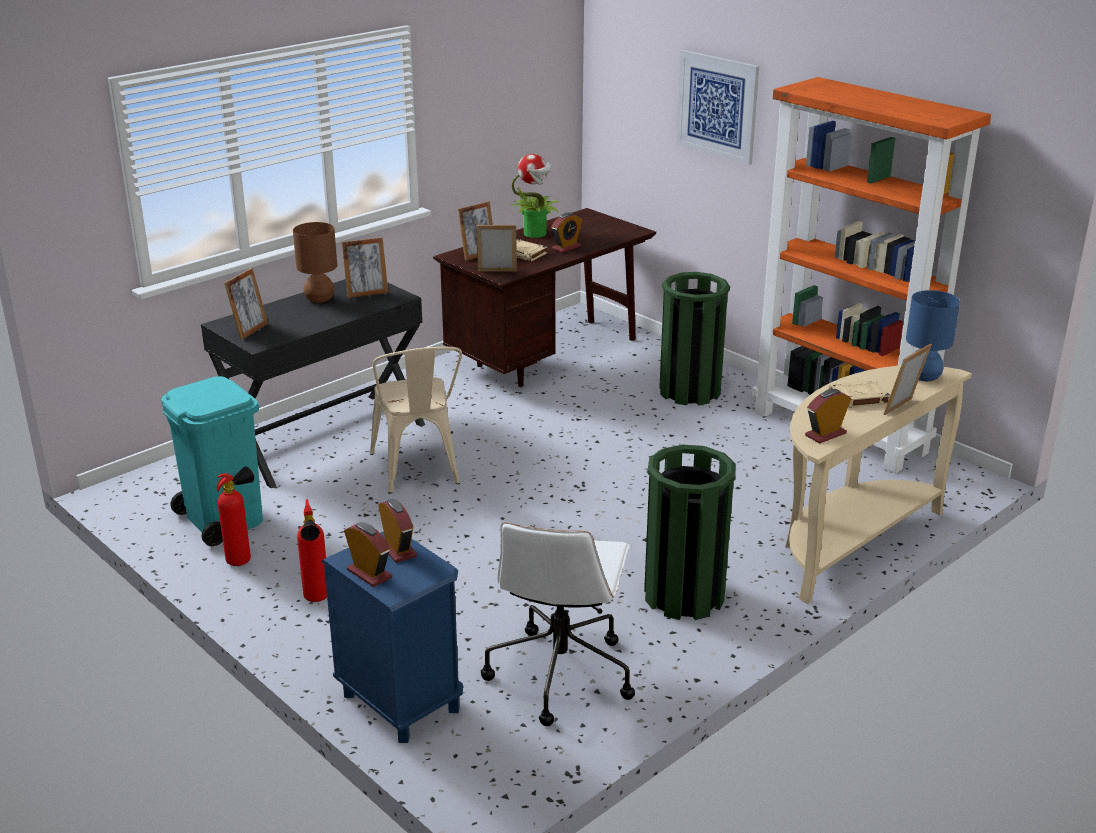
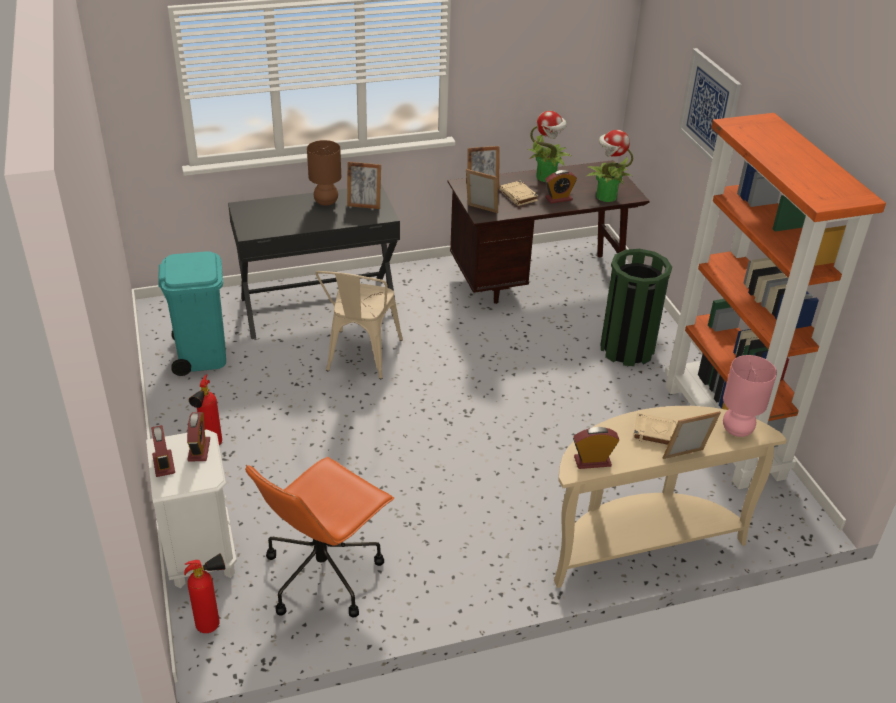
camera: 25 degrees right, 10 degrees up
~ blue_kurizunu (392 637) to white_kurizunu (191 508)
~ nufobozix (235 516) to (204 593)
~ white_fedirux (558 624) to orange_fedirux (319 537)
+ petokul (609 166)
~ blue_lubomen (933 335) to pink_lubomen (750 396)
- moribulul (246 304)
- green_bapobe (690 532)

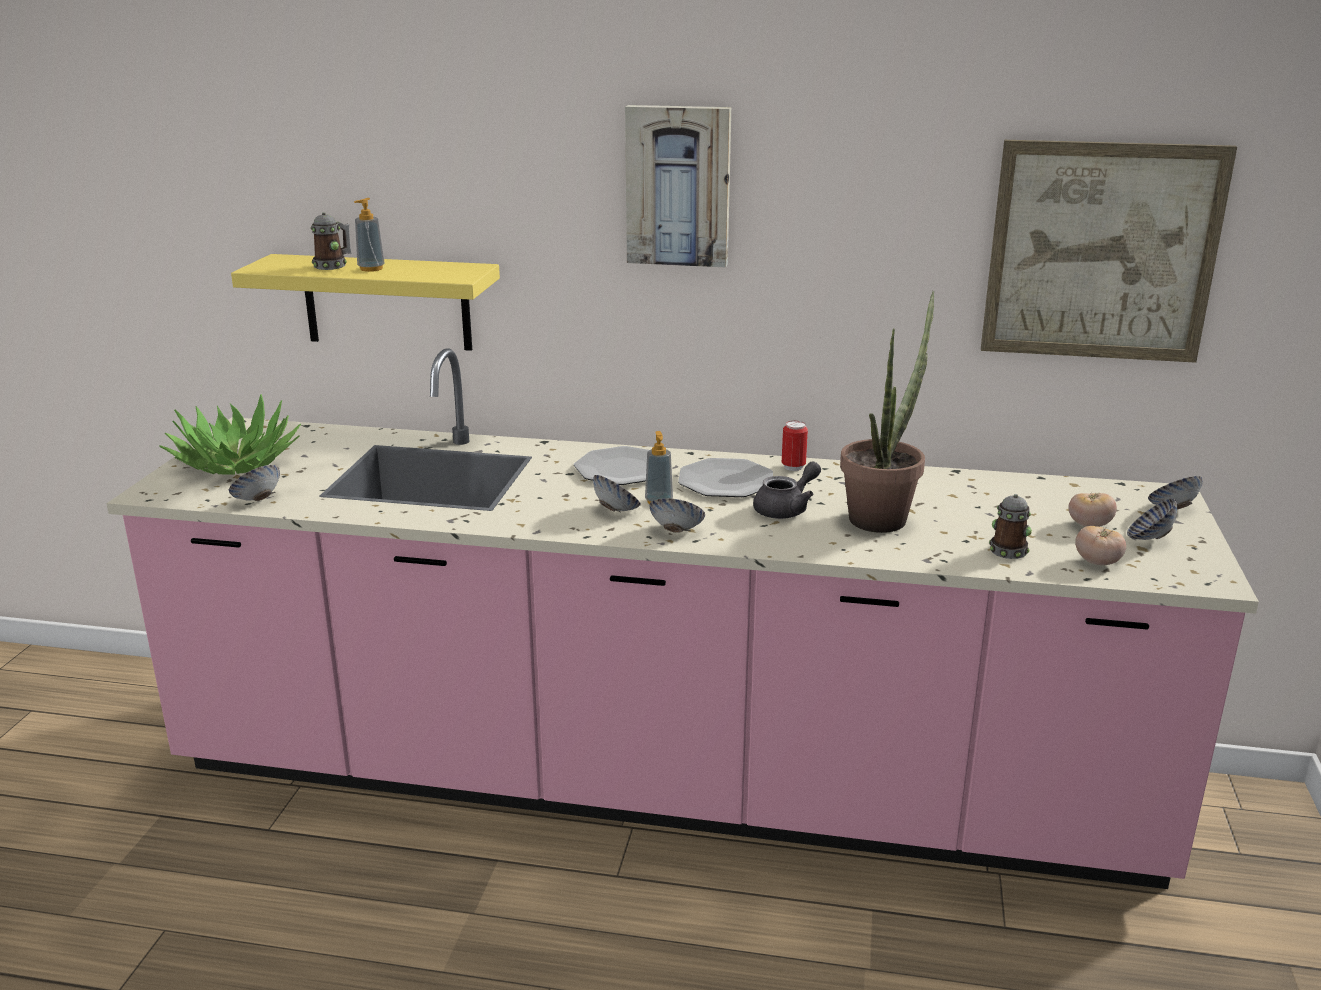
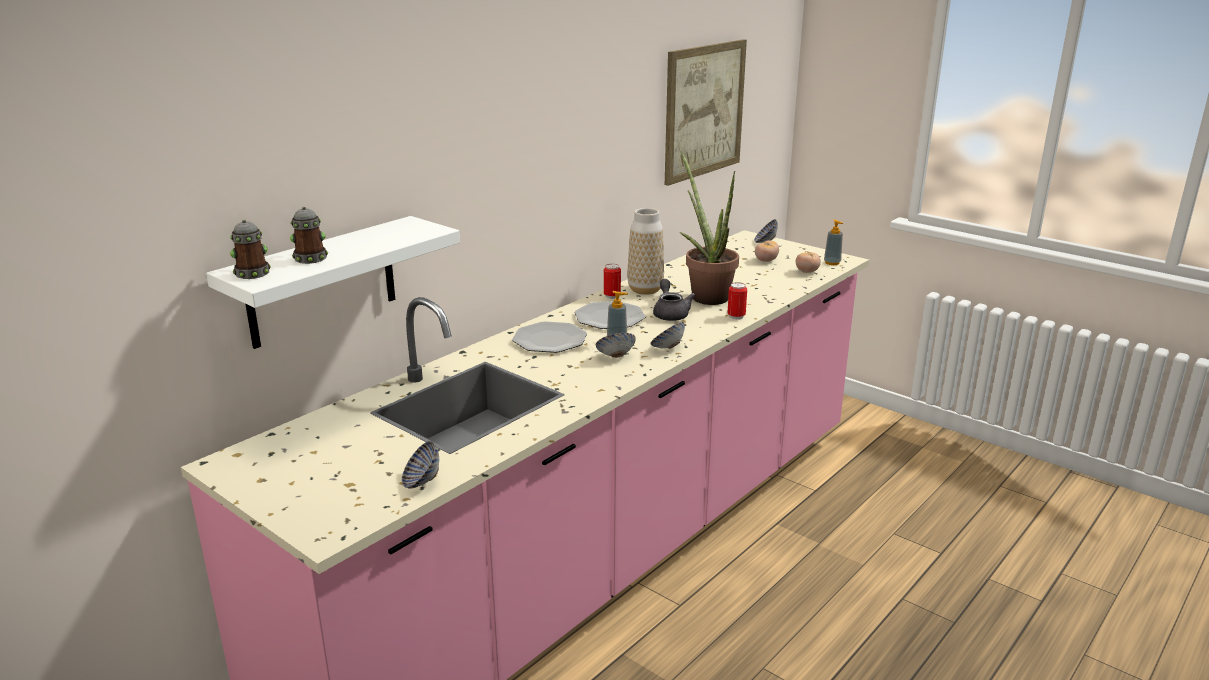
camera: 60 degrees left, 0 degrees up
~ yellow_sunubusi (365 302) to white_sunubusi (333 282)
~ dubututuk (1010 526) to (250 249)
+ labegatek (645 251)
+ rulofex (737 301)
~ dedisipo (369 235) to (833 242)
- petokul (230 434)
- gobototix (678 186)
- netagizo (1152 519)

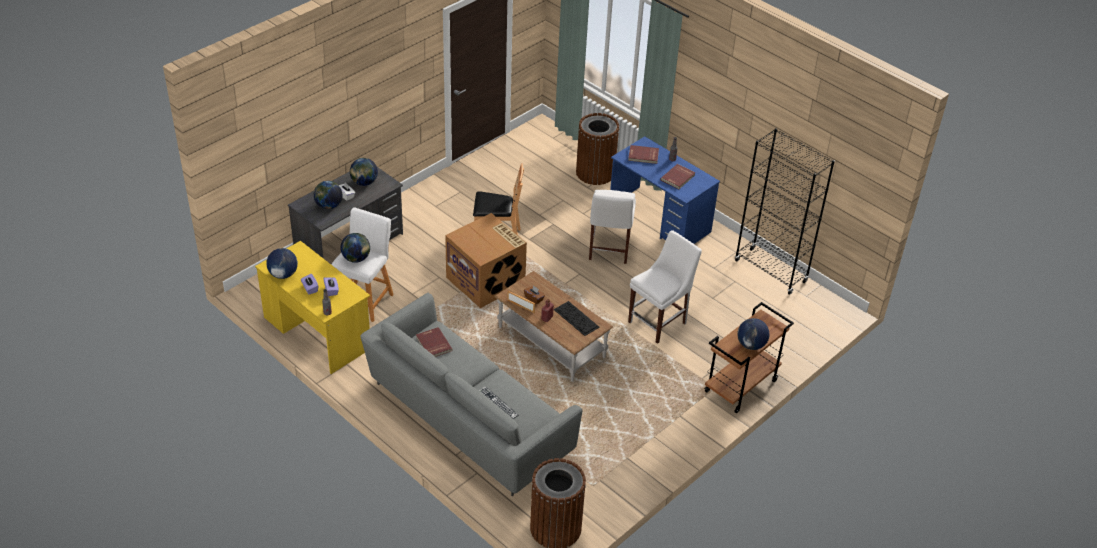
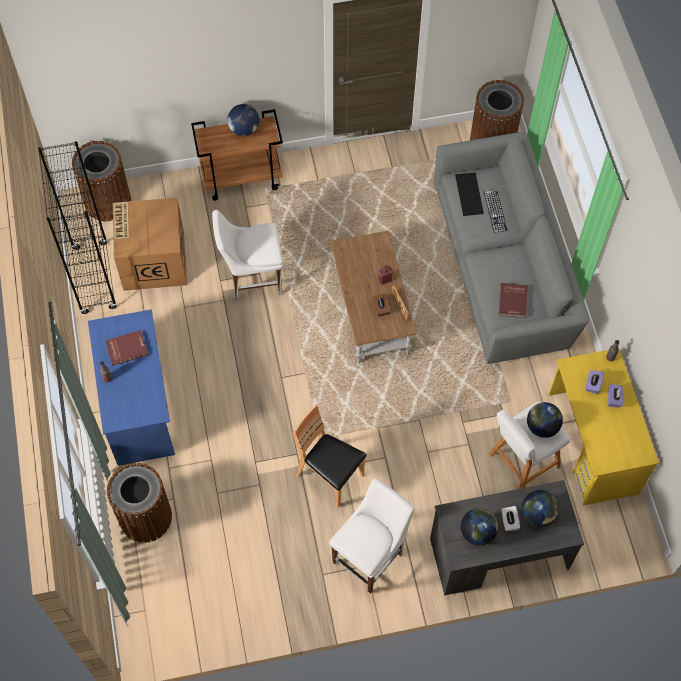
camera: 145 degrees left, 20 degrees up
+ brown_bapobe (101 181)
~ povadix (486 260) to (150 244)
~ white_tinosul (612 227) to (371 535)
~ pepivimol (577 318) to (469 194)
- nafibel (282 263)
- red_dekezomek (643 154)

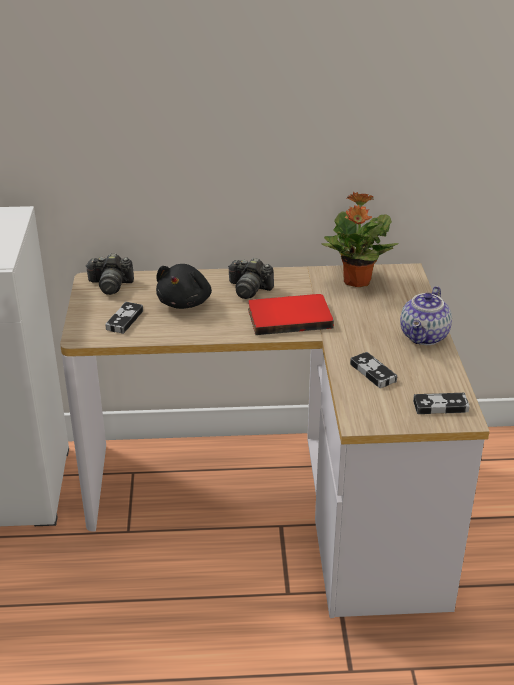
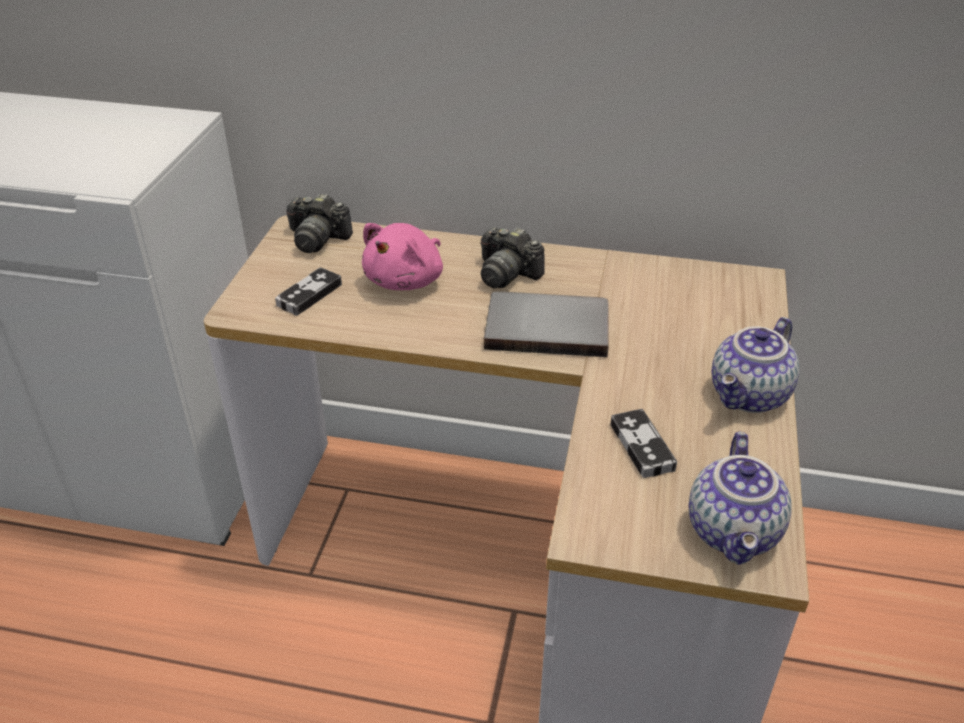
camera: 15 degrees right, 5 degrees up
~ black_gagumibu (184 286) to pink_gagumibu (402 256)
~ red_dekezomek (291 314) to grey_dekezomek (546 324)
~ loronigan (441 403) to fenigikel (740 498)
- petokul (360 239)

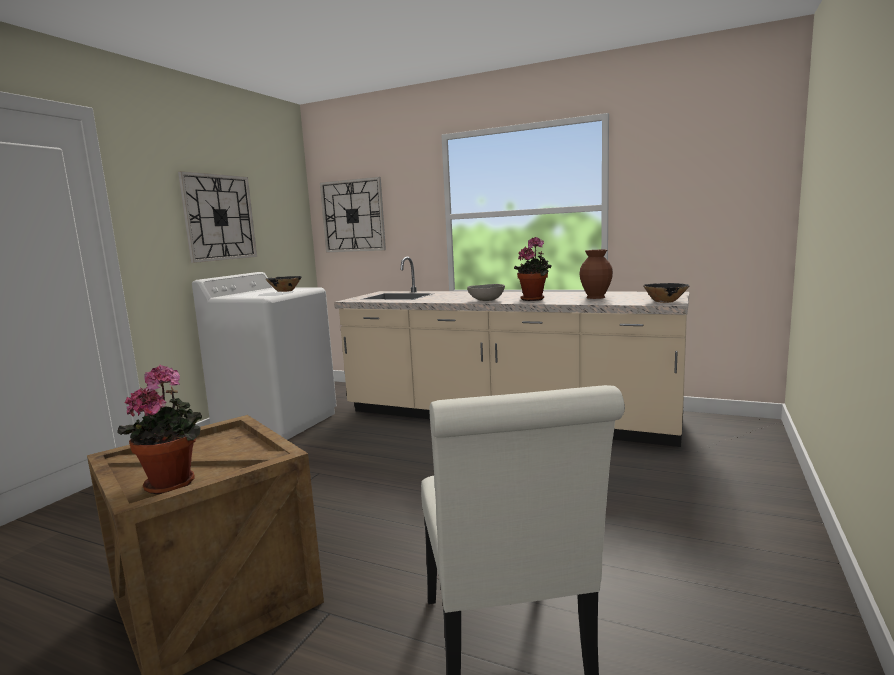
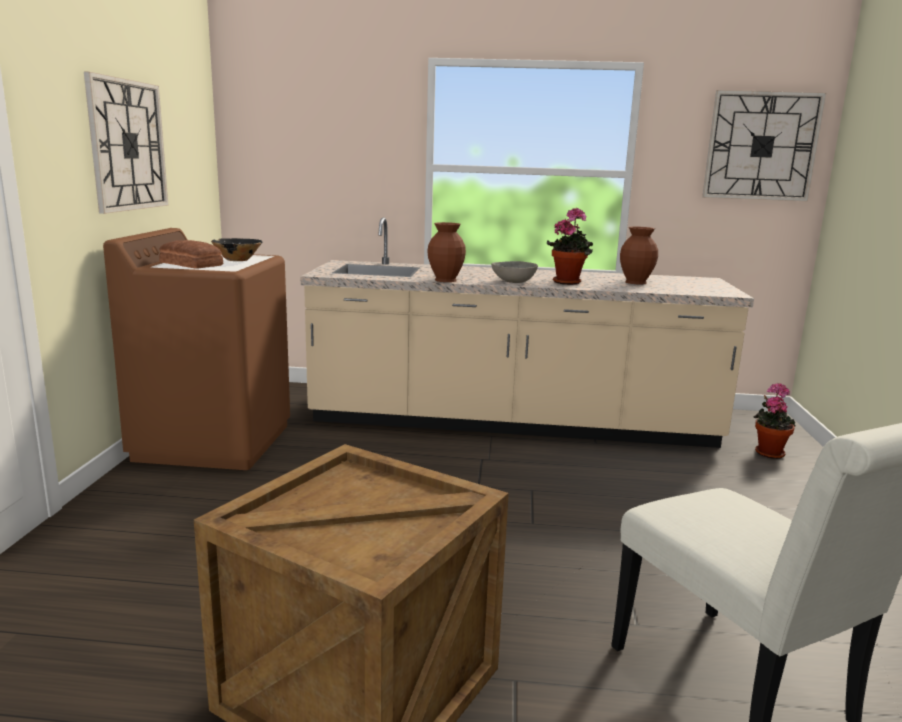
camera: 20 degrees left, 5 degrees up
~ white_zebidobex (264 356) to brown_zebidobex (196 349)
+ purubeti (191 254)
+ brown_labegatek (446 252)
~ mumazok (353 215) to (764 145)
~ petokul (159 429) to (774 421)
- black_netagizo (667 293)

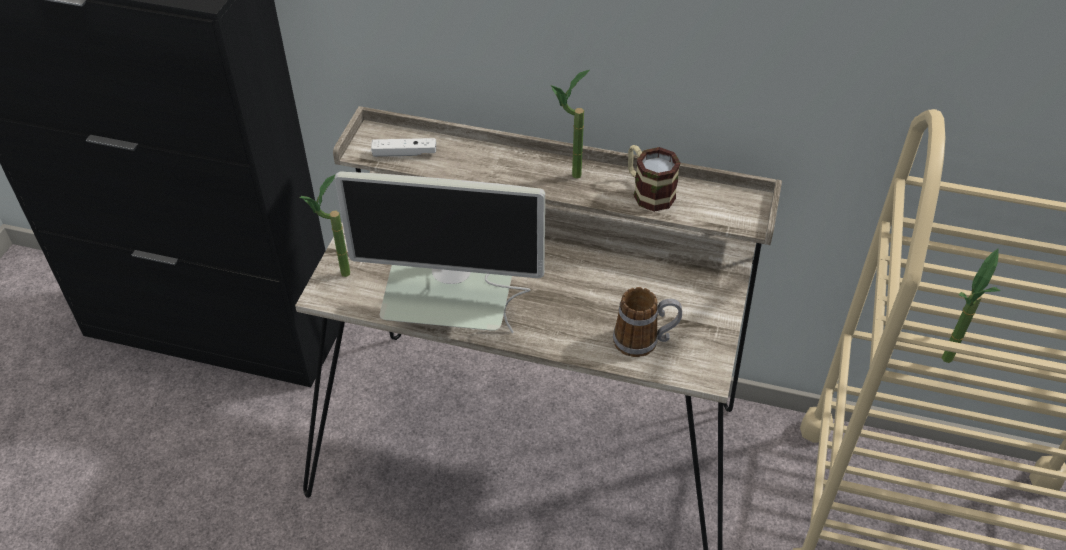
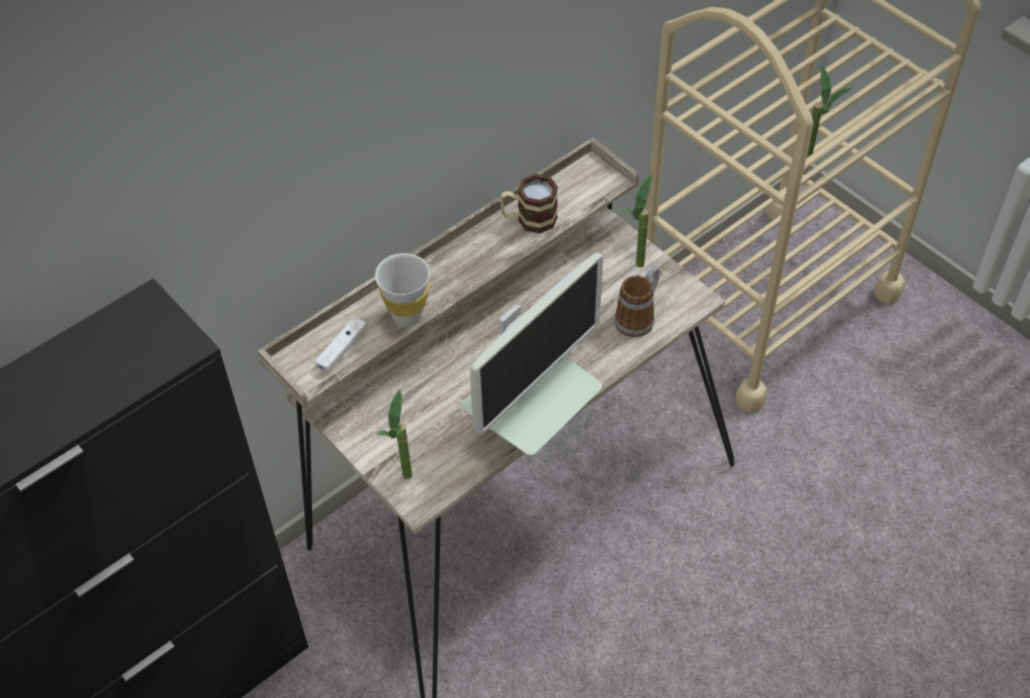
camera: 55 degrees left, 5 degrees up
+ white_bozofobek (402 290)
~ petokul (570 124) to (637 221)

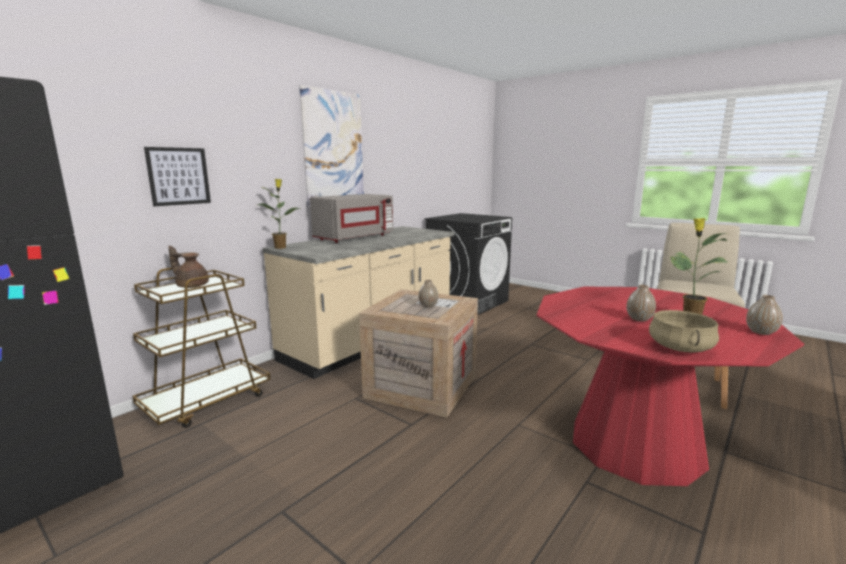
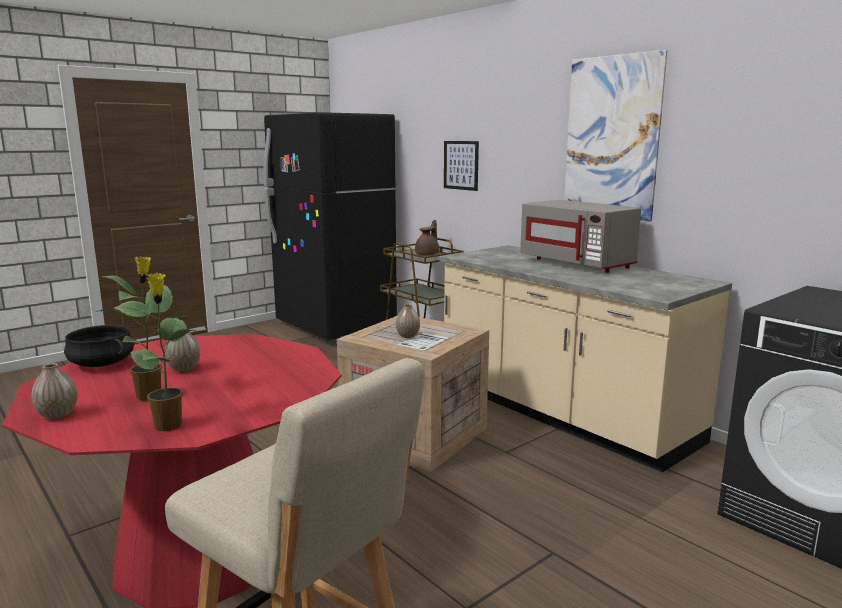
camera: 100 degrees right, 0 degrees up
~ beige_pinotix (684 331) to black_pinotix (99 346)
~ petokul (278 214) to (155 352)

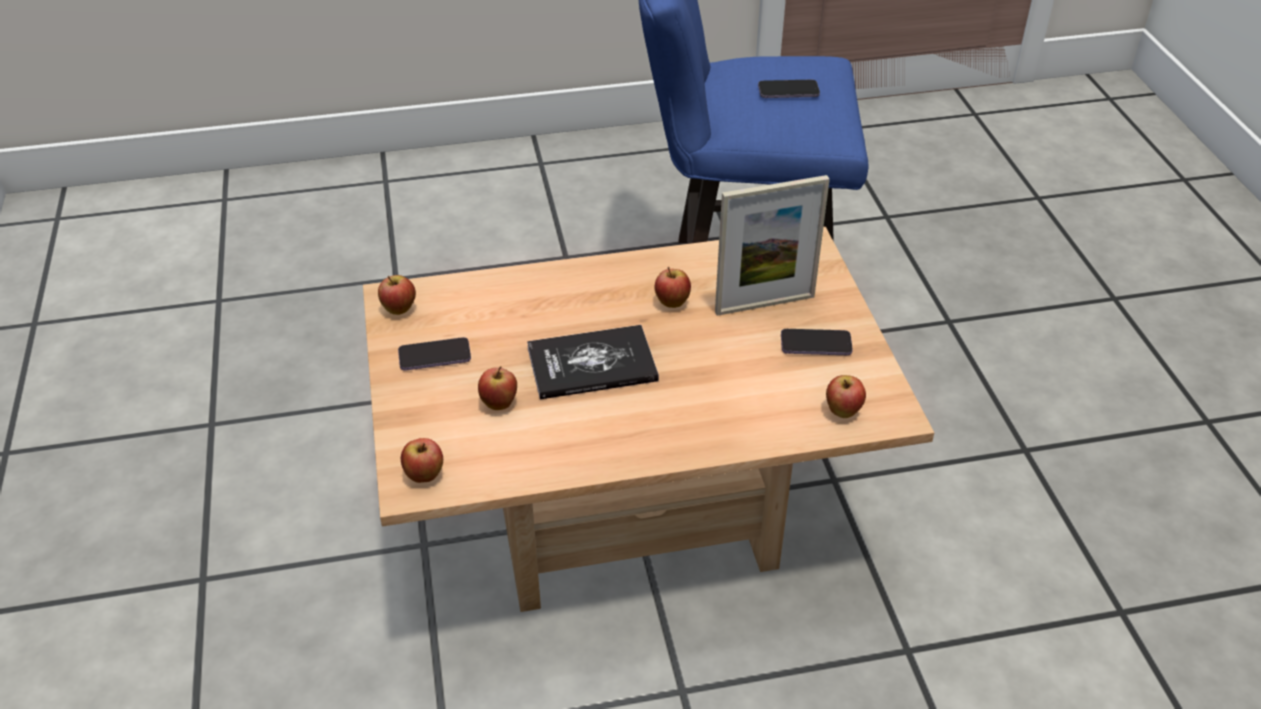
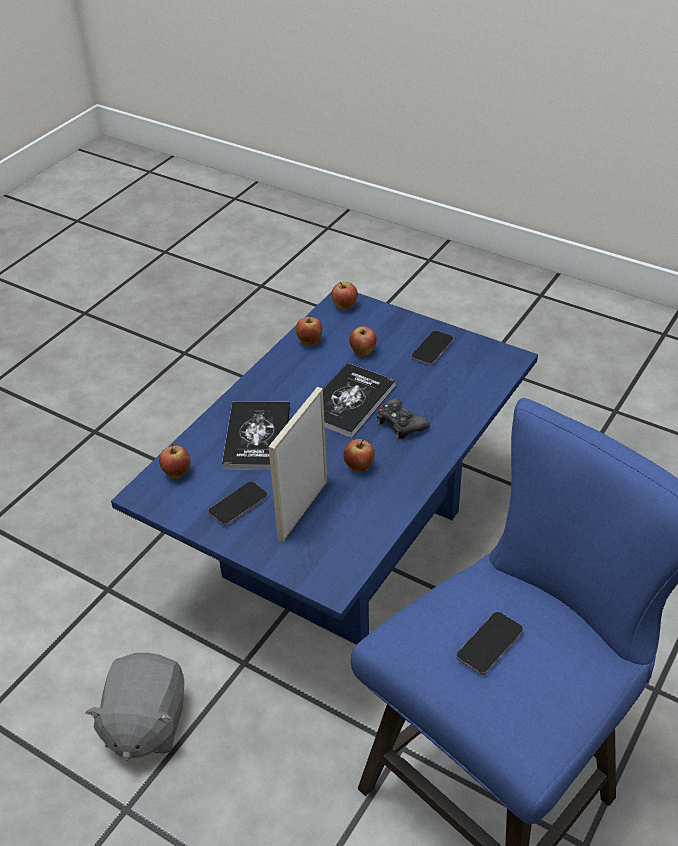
camera: 135 degrees right, 0 degrees up
+ grey_gagumibu (134 707)
~ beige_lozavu (648 419) to blue_lozavu (324 468)
+ dekezomek (256 435)
~ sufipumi (397 295) to (309 330)
+ black_loronigan (403 418)

